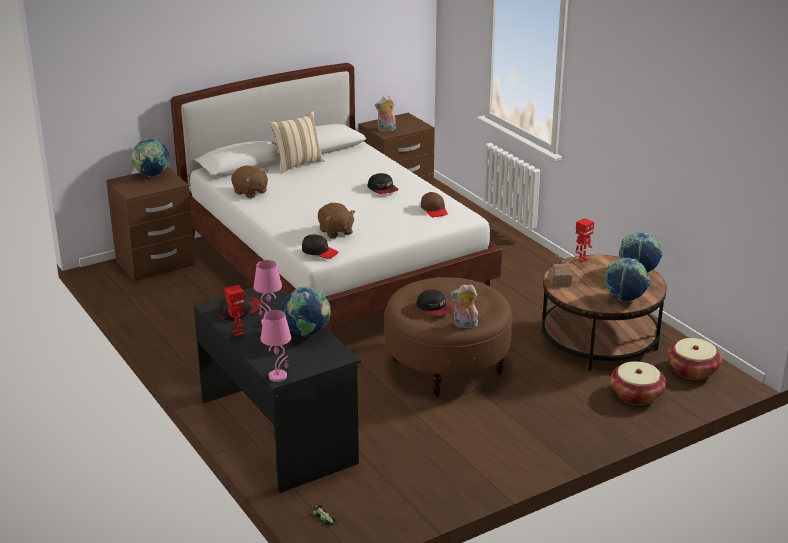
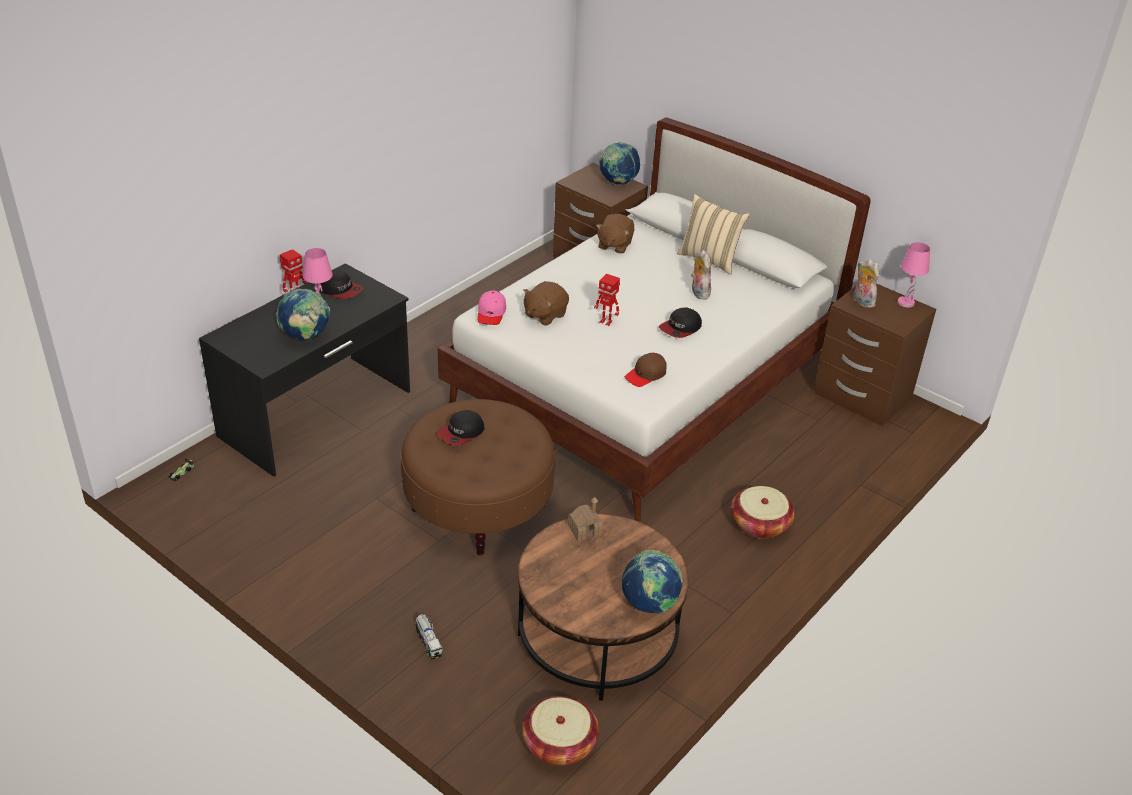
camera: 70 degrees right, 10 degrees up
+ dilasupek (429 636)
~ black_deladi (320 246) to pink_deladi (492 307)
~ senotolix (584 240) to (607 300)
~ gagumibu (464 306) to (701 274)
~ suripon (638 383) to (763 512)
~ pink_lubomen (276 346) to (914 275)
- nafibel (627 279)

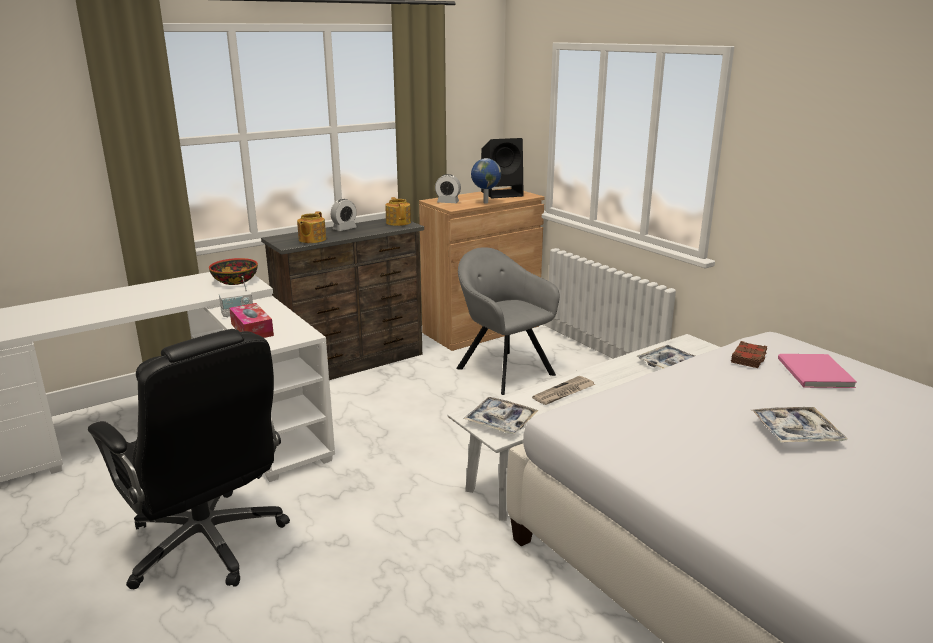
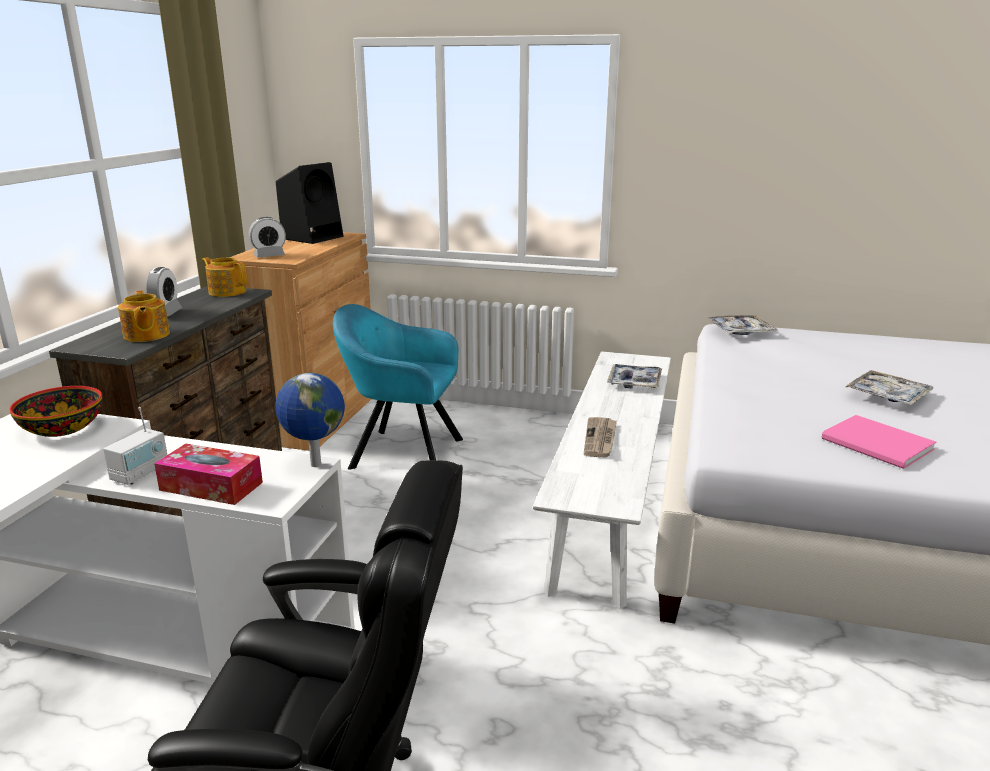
camera: 40 degrees left, 0 degrees up
~ nafibel (486 180) to (310 420)
~ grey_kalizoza (508 321) to turquoise_kalizoza (398 387)
~ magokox (501 415) to (743 325)
~ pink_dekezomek (817 371) to (879 442)
- brown_dekezomek (749 354)

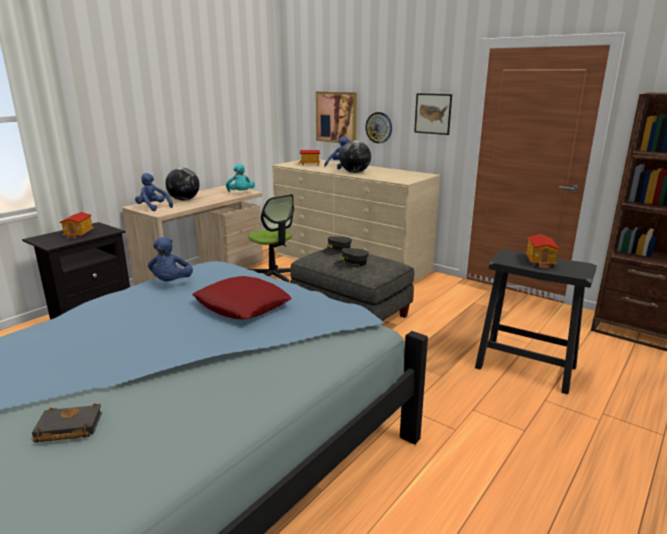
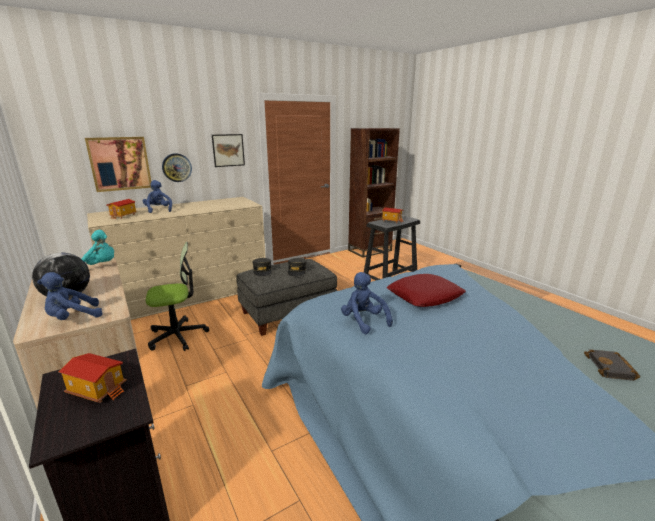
camera: 70 degrees left, 0 degrees up
~ blue_gagumibu (170 259) = (367 303) 135 degrees counterclockwise
- nafibel (355 156)

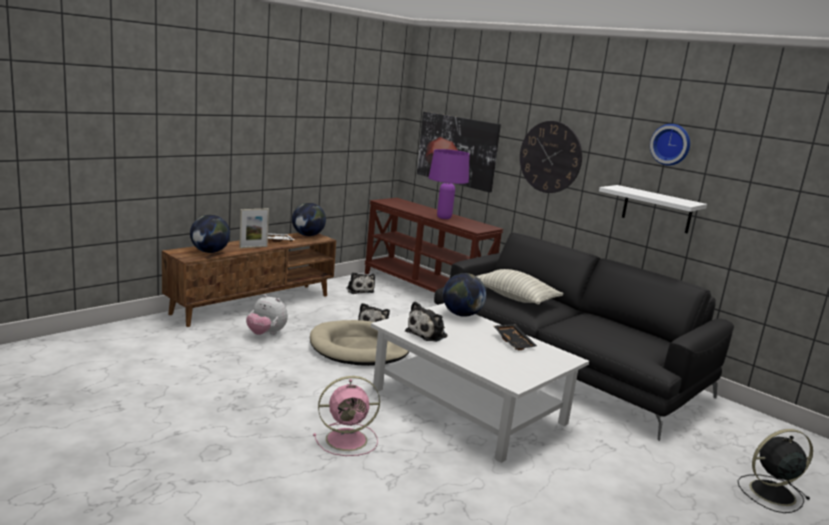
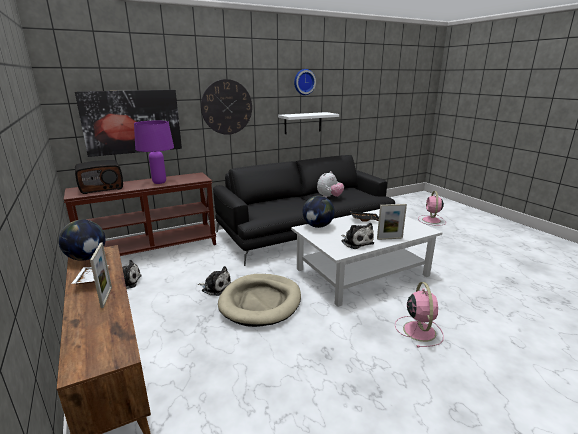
camera: 70 degrees left, 5 degrees up
+ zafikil (99 177)
~ gagumibu (267 314) to (330 184)
+ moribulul (392 222)
~ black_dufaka (775 471) to pink_dufaka (432 208)
- nafibel (210 233)
- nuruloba (520 287)

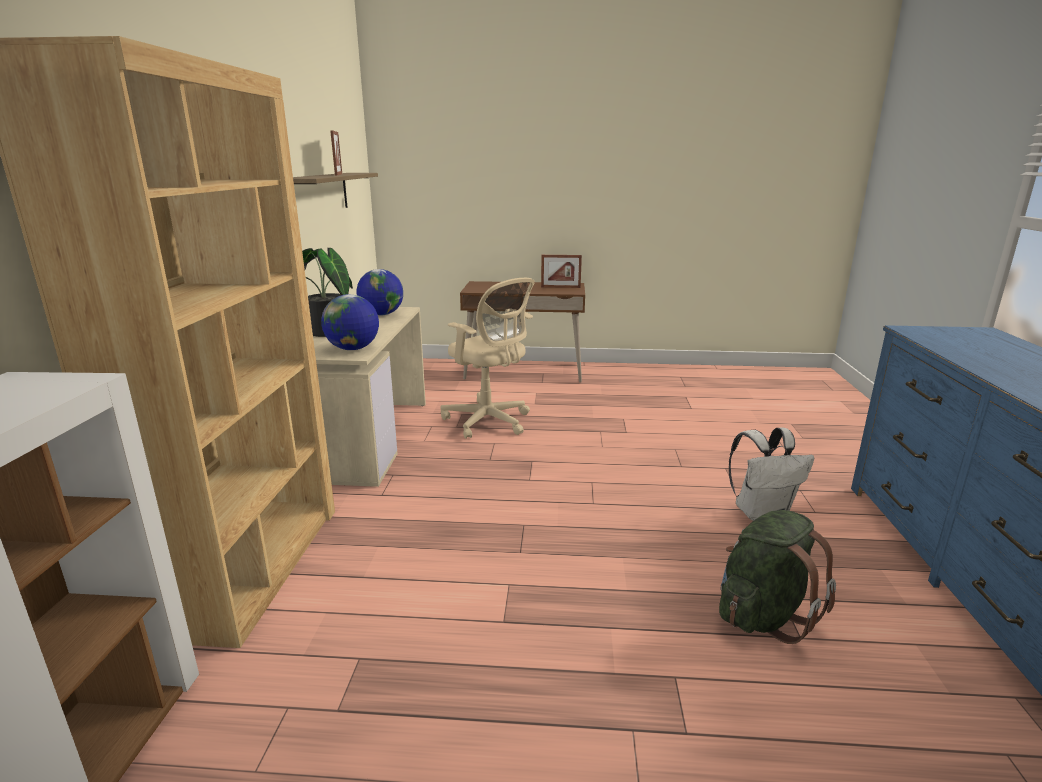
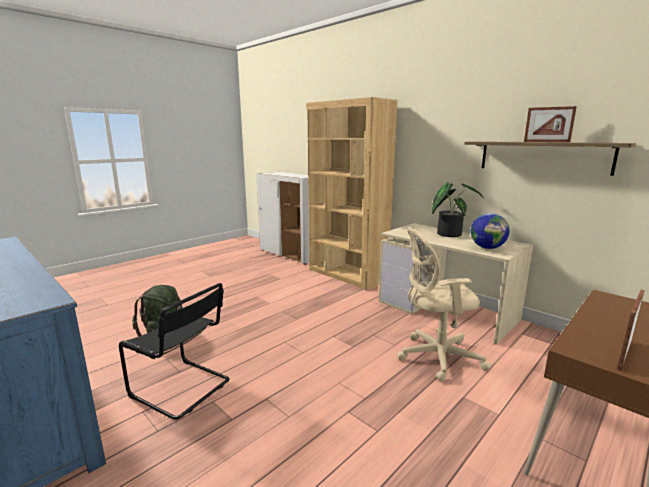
camera: 130 degrees right, 5 degrees down
~ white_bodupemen (772 474) to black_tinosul (174 351)
- nafibel (350 322)

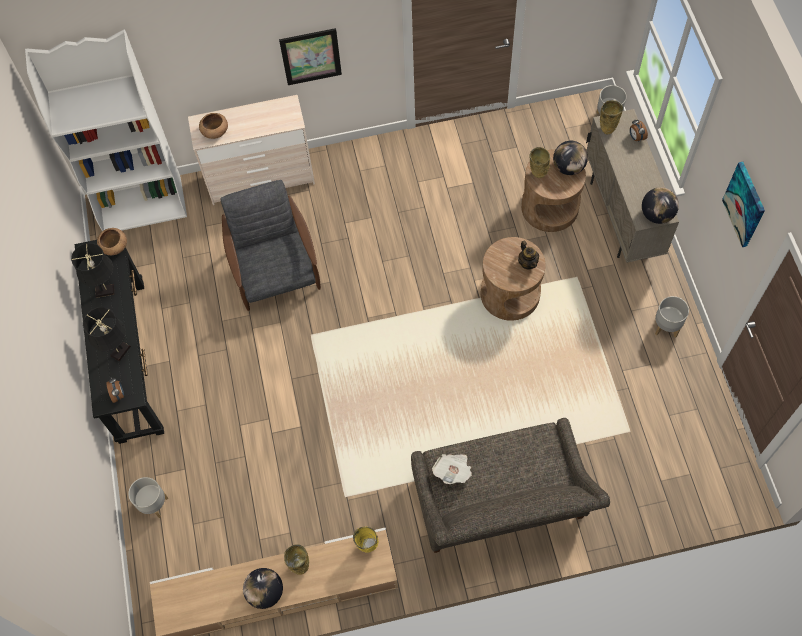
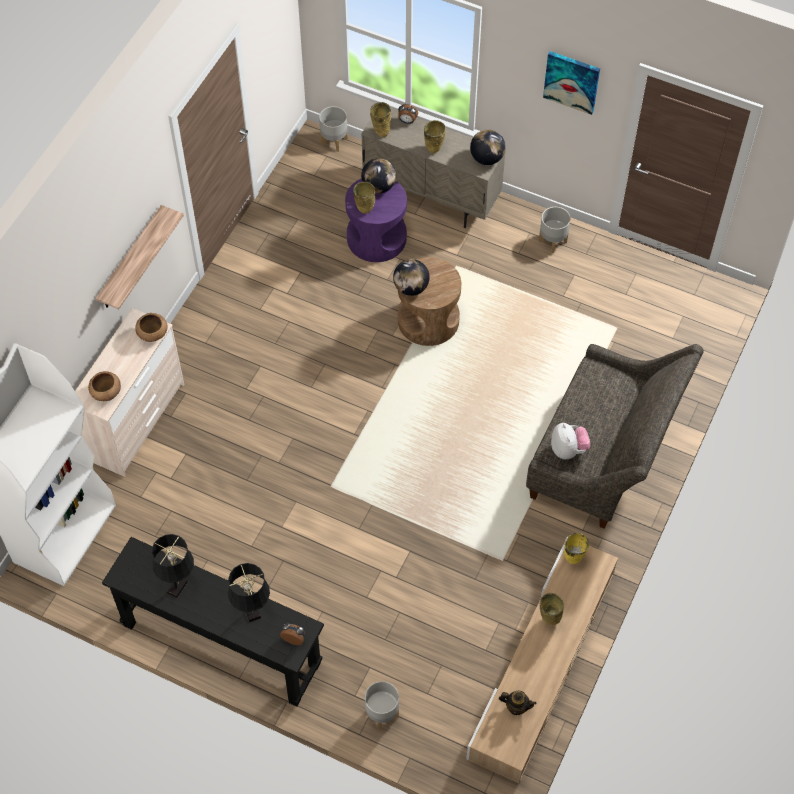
camera: 55 degrees left, 5 degrees down
~ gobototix (310 56) to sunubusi (139 257)
~ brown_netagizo (112 241) to (151 327)
~ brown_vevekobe (553 190) to purple_vevekobe (376 220)
~ nafibel (263 588) to (411 277)
+ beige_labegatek (435 136)
~ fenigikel (528 255) to (517 703)
~ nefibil (452 469) to gagumibu (570 441)
- grey_kalizoza (270 245)

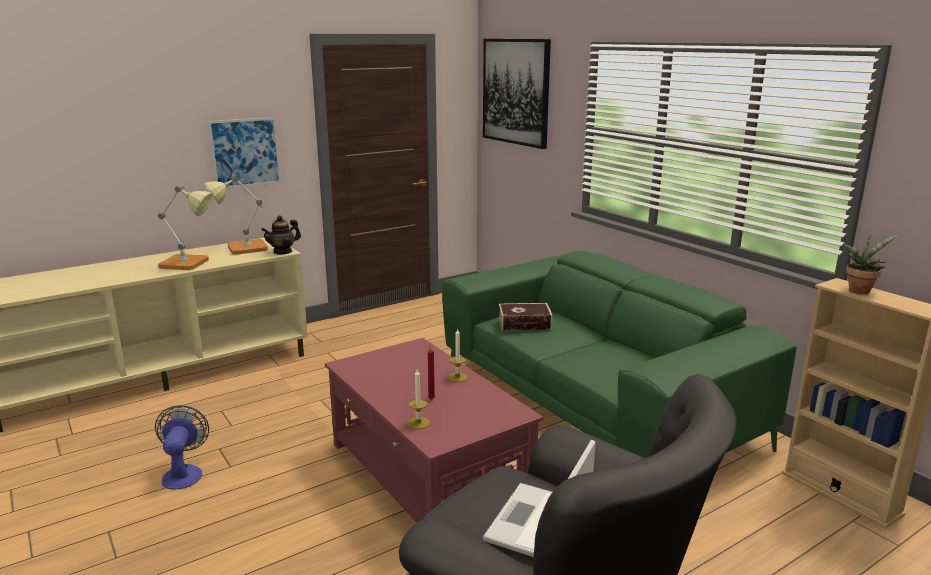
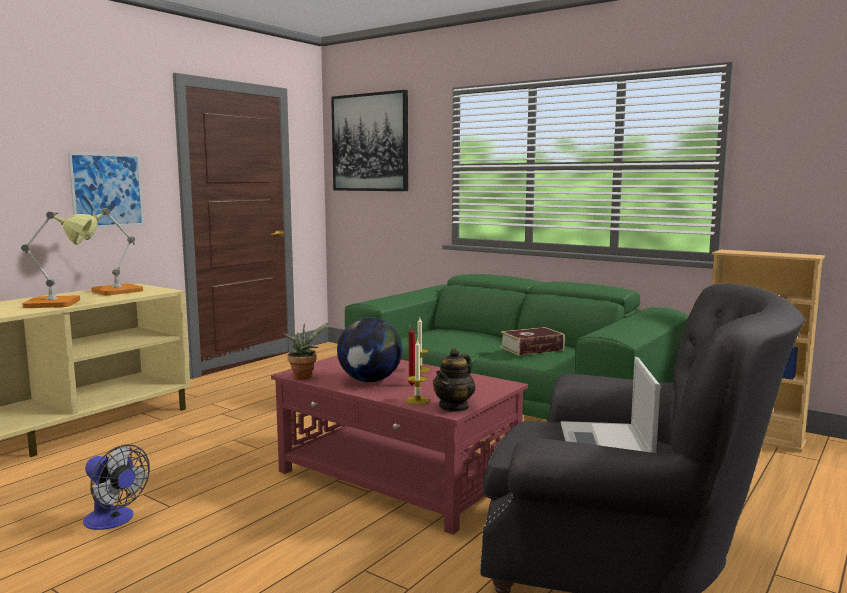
camera: 20 degrees left, 10 degrees down
~ dufaka (182 447) = (116 487) 150 degrees clockwise
~ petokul (870 264) to (306 350)
+ nafibel (369 349)
~ fenigikel (281 235) to (454 380)
~ dekezomek (526 317) to (532 341)

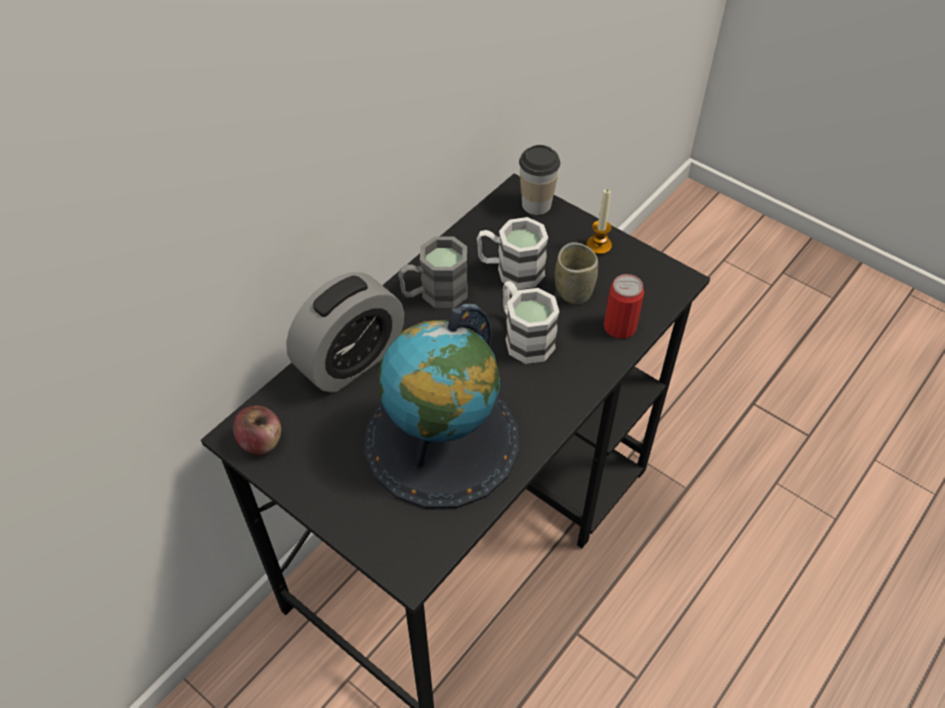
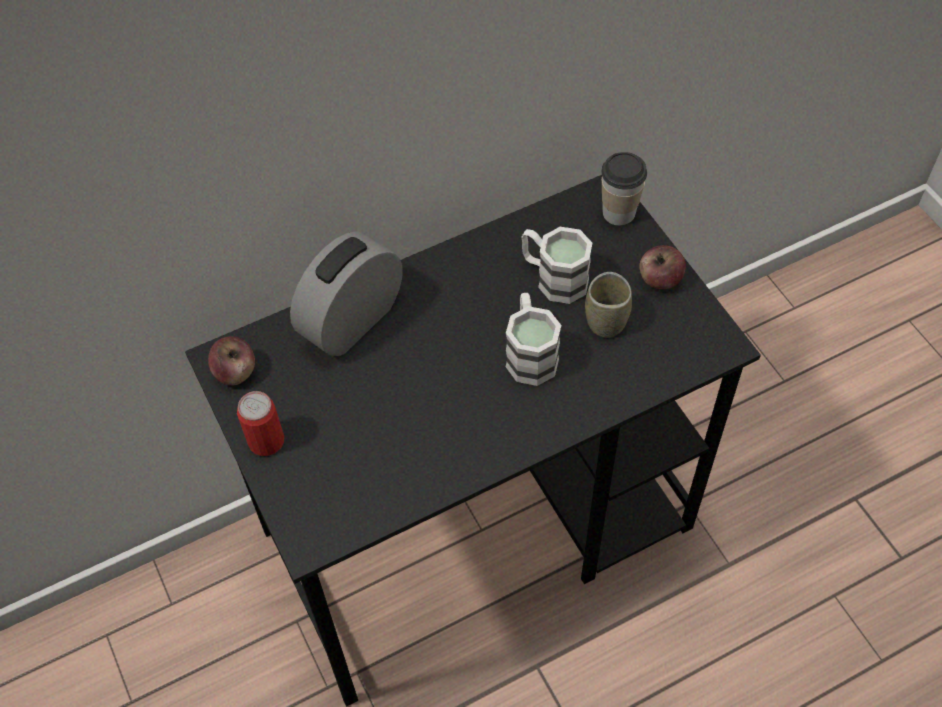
camera: 25 degrees right, 5 degrees up
~ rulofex (624 306) to (260 423)
~ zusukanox (345 332) = (346 293) 150 degrees clockwise
~ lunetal (599 222) to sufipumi (662 267)
- nafibel (441 406)
- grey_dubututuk (433 272)

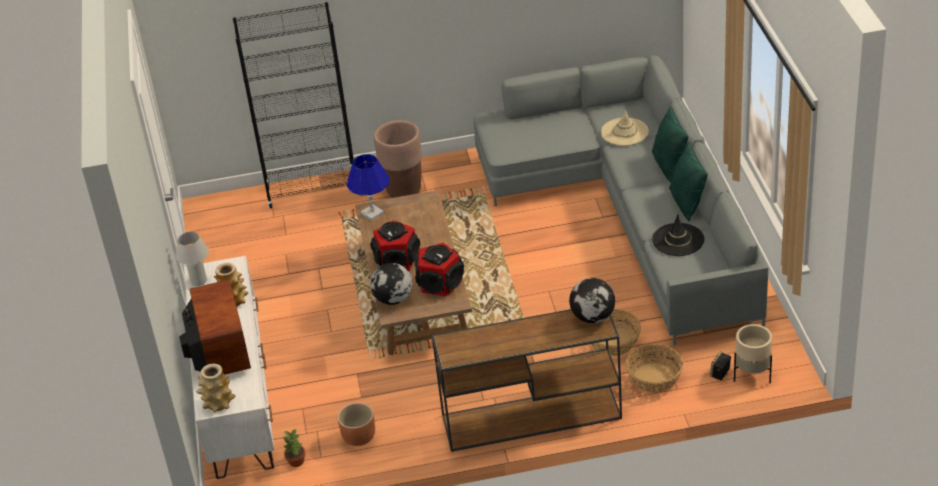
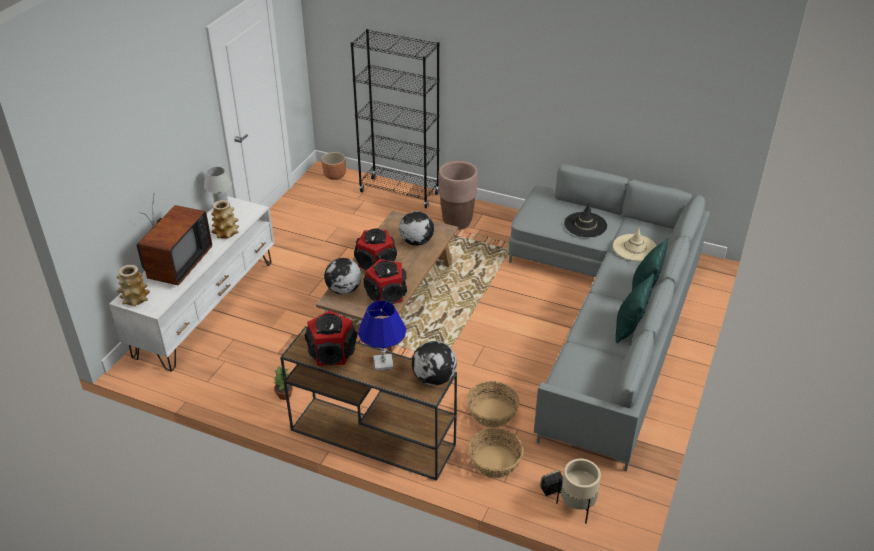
camera: 30 degrees right, 0 degrees up
~ petokul (294 448) to (283 383)
+ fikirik (331 338)
~ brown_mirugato (356 424) to (333 166)
~ blue_lubomen (368 187) to (382 335)
+ nafibel (416 228)
~ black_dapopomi (678 235) to (585 220)

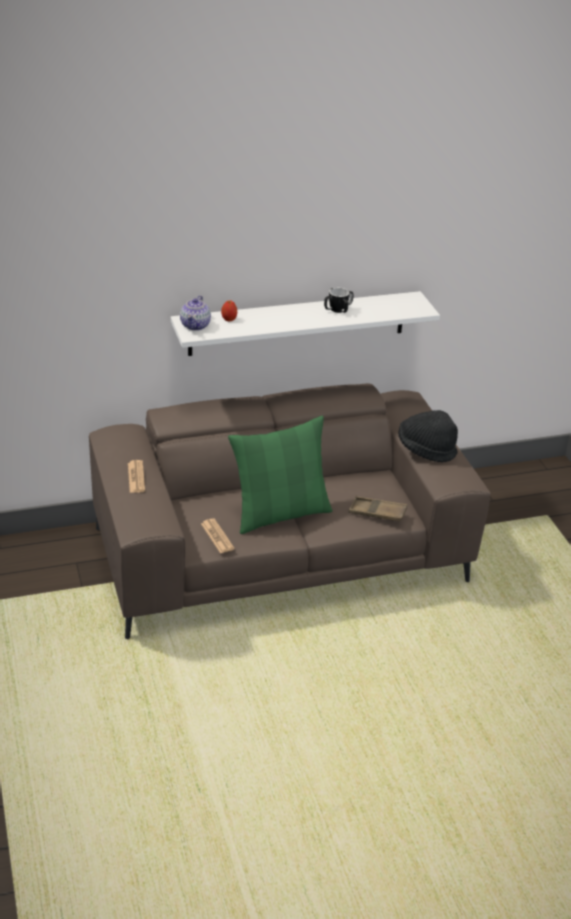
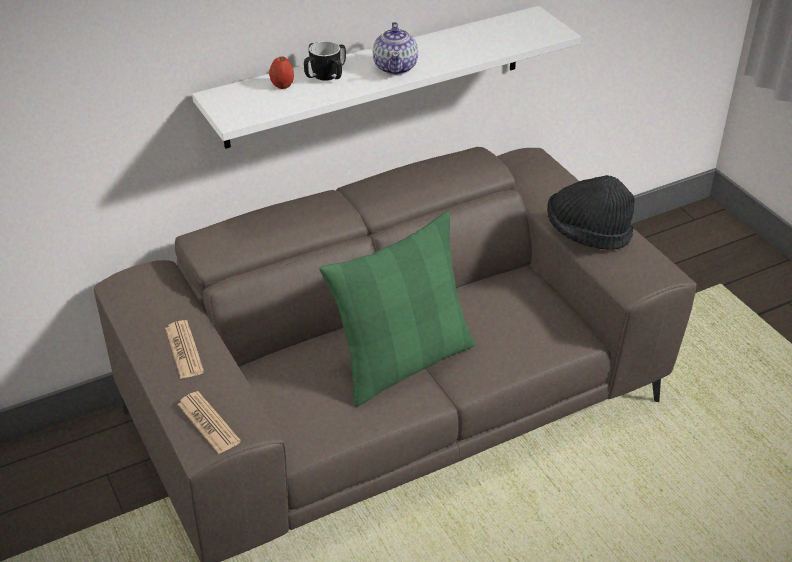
camera: 10 degrees left, 5 degrees up
~ nefibil (218 535) to (209 422)
~ dubututuk (339 300) to (325 61)
~ fenigikel (195 313) to (395 48)
- brown_magokox (378 508)

